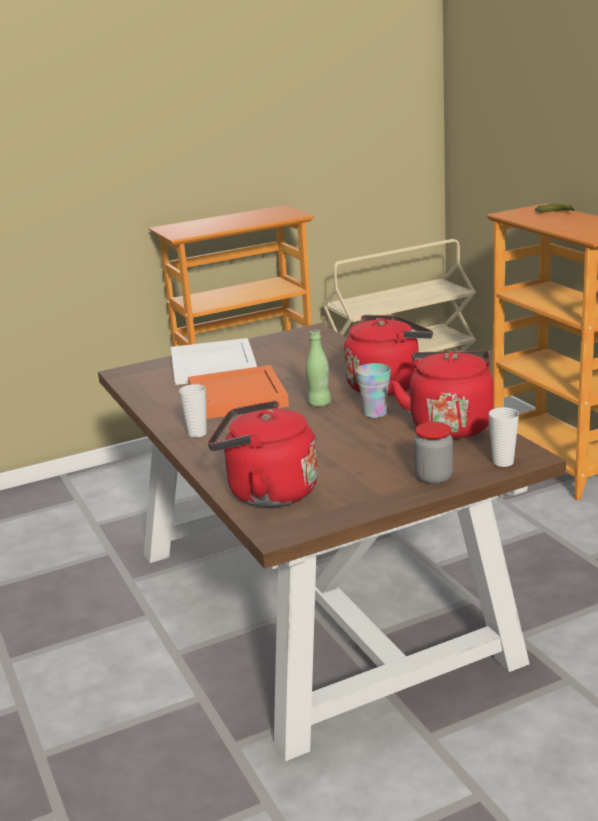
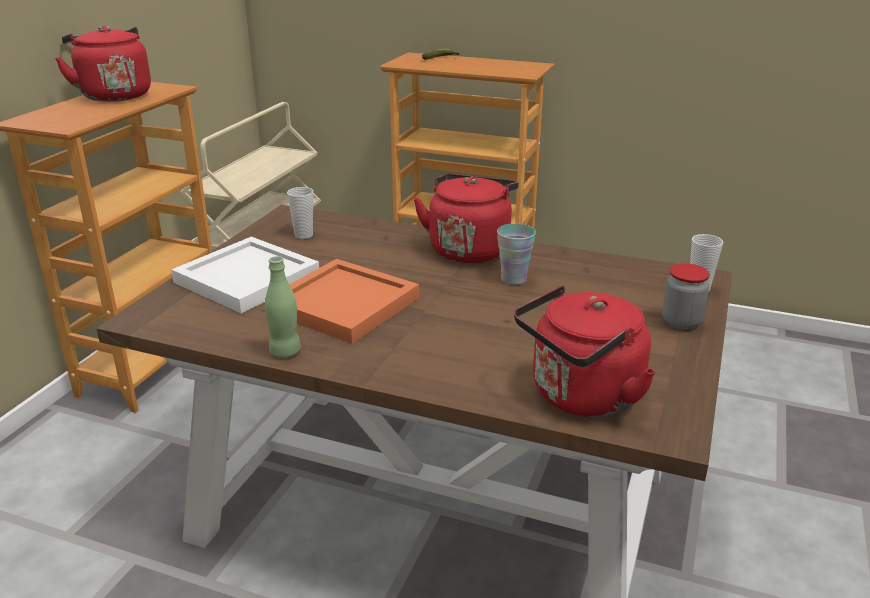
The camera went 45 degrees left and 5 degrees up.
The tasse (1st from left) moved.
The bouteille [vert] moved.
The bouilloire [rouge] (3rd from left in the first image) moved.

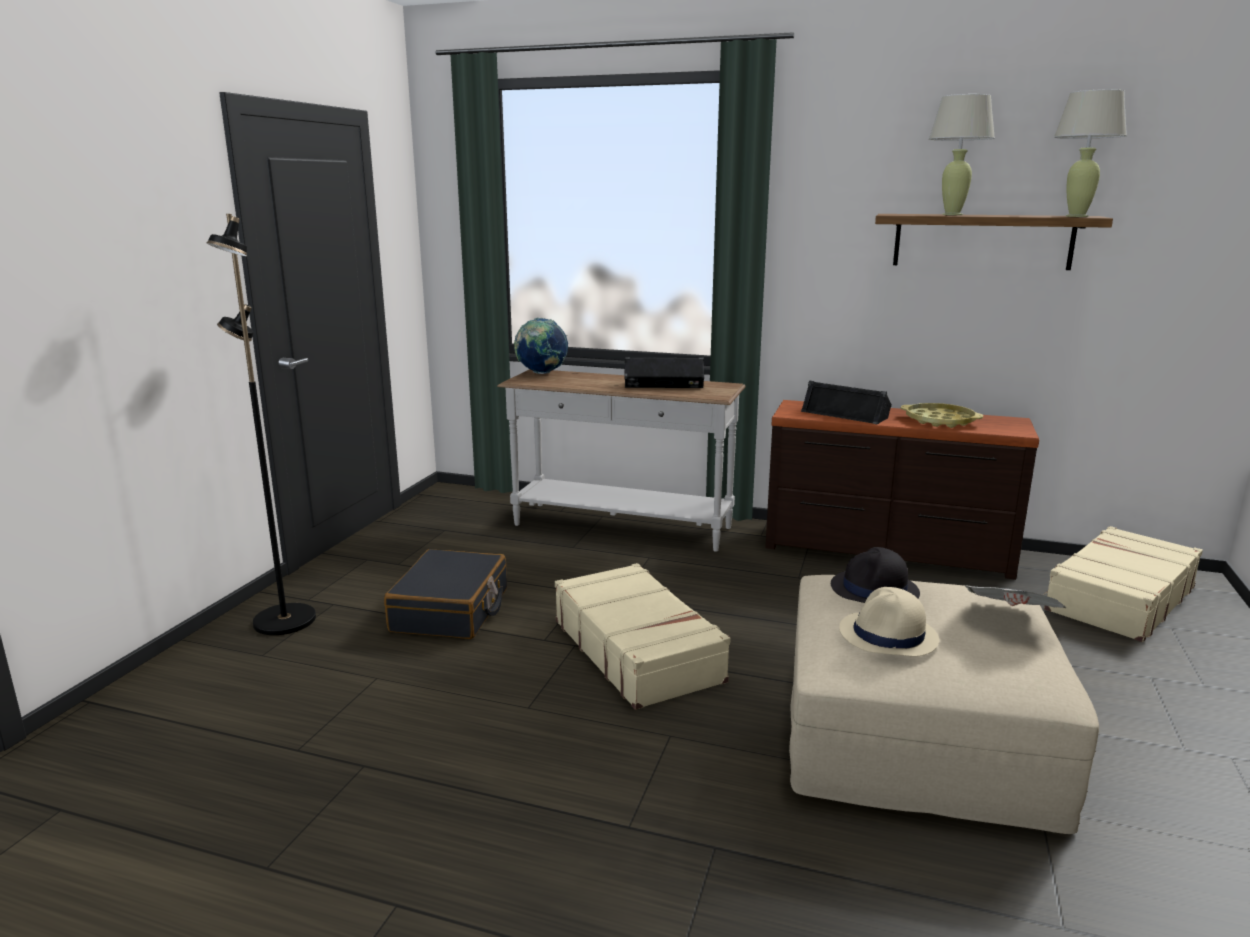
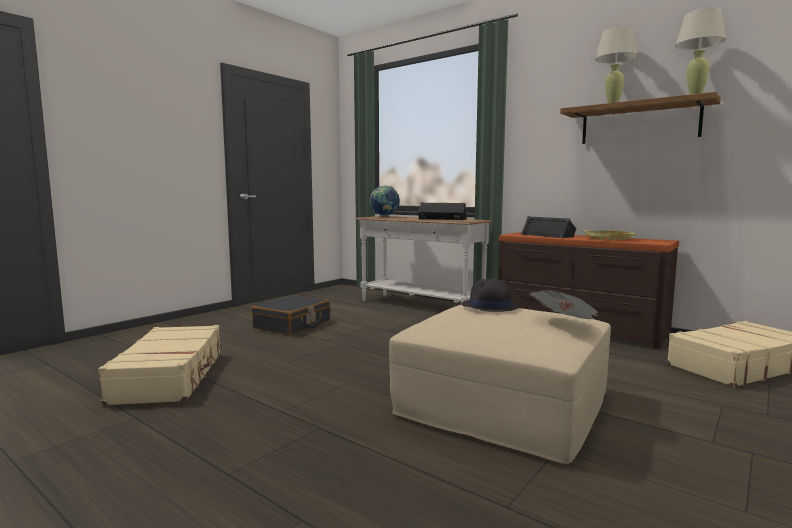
The camera went 20 degrees right and 10 degrees down.
The lampadaire [noir] disappeared.
The chapeau [beige] disappeared.
The valise [beige] (1st from left) moved.

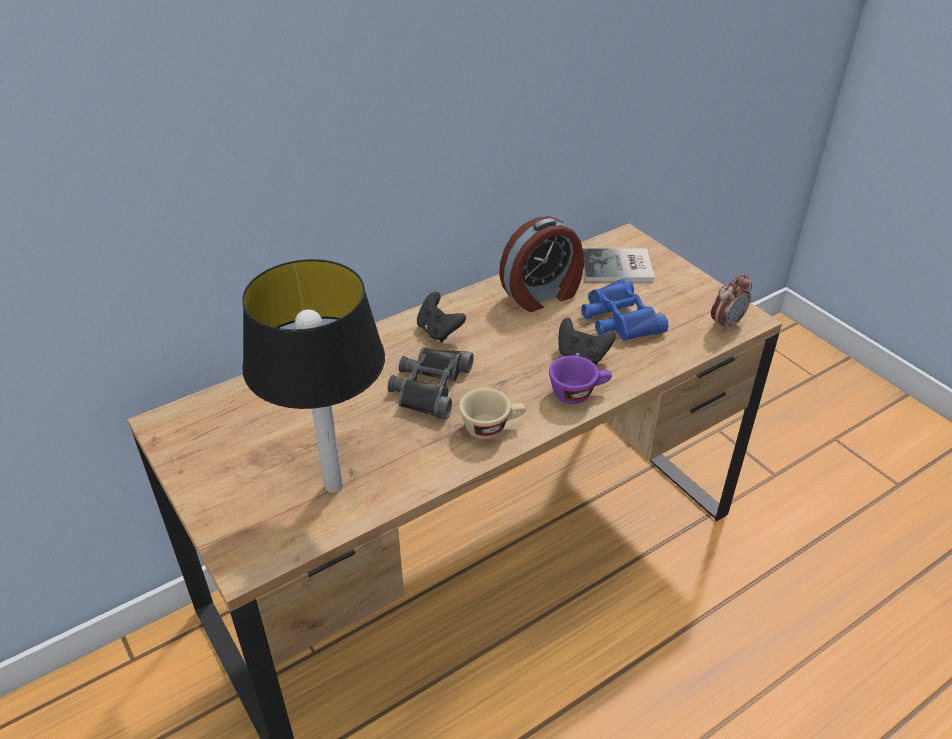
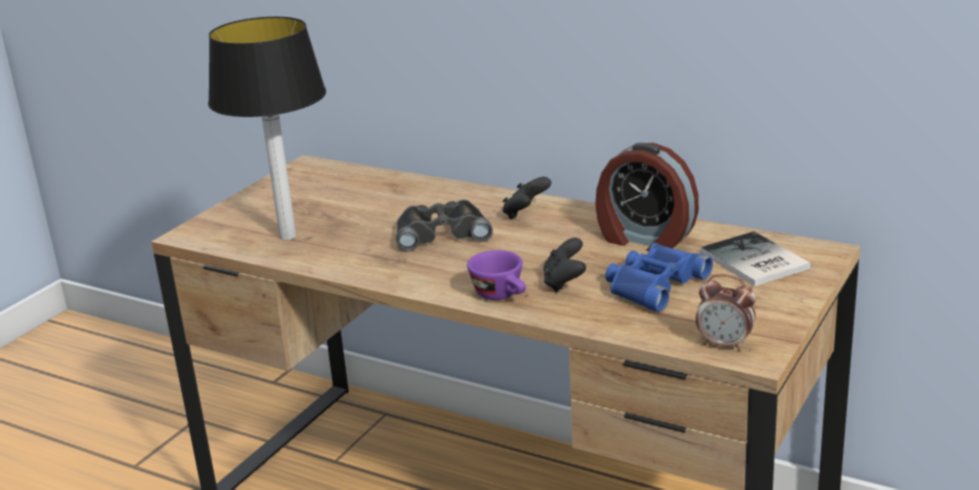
The camera went 65 degrees right and 15 degrees down.
The tasse [beige] disappeared.

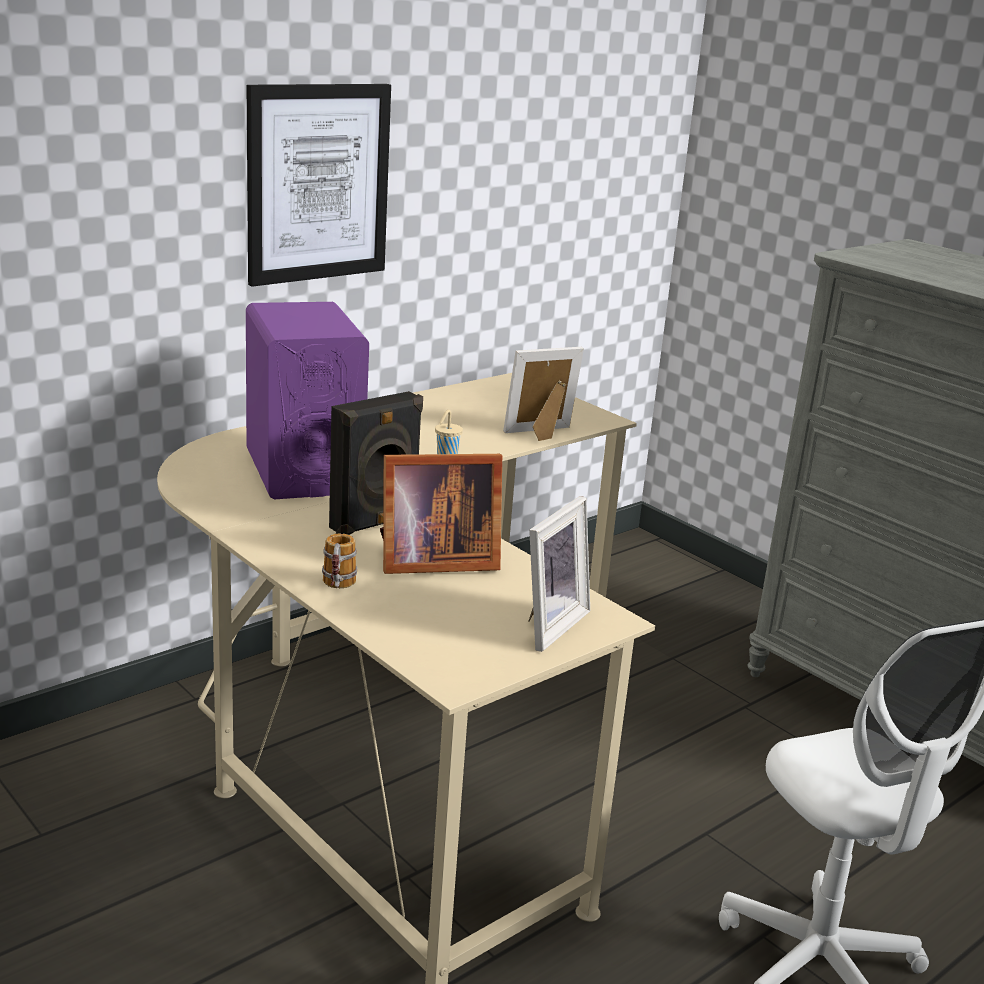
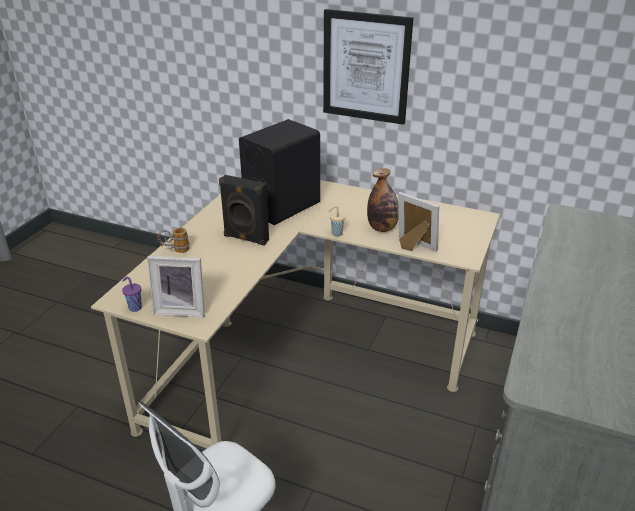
The camera went 65 degrees right and 10 degrees up.
The cadre photo (1st from left) disappeared.
The tasse [violet] appeared.
The bouteille appeared.
The enceinte [violet] became the enceinte [noir] (2nd from left).

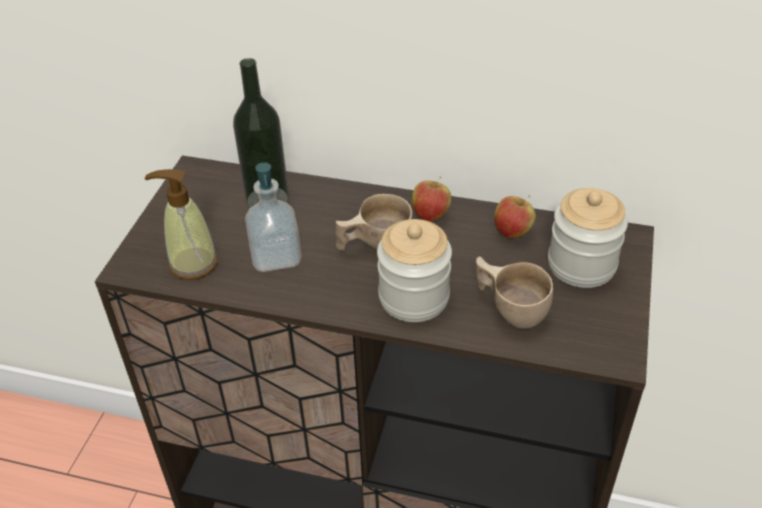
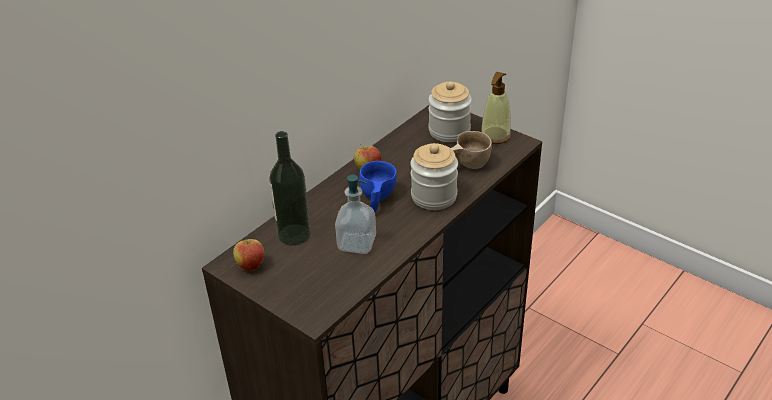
The camera went 65 degrees left and 5 degrees down.
The distributeur de savon (1st from left in the first image) moved.
The pomme (2nd from left in the first image) moved.
The tasse [beige] (1st from left) became the tasse [bleu].

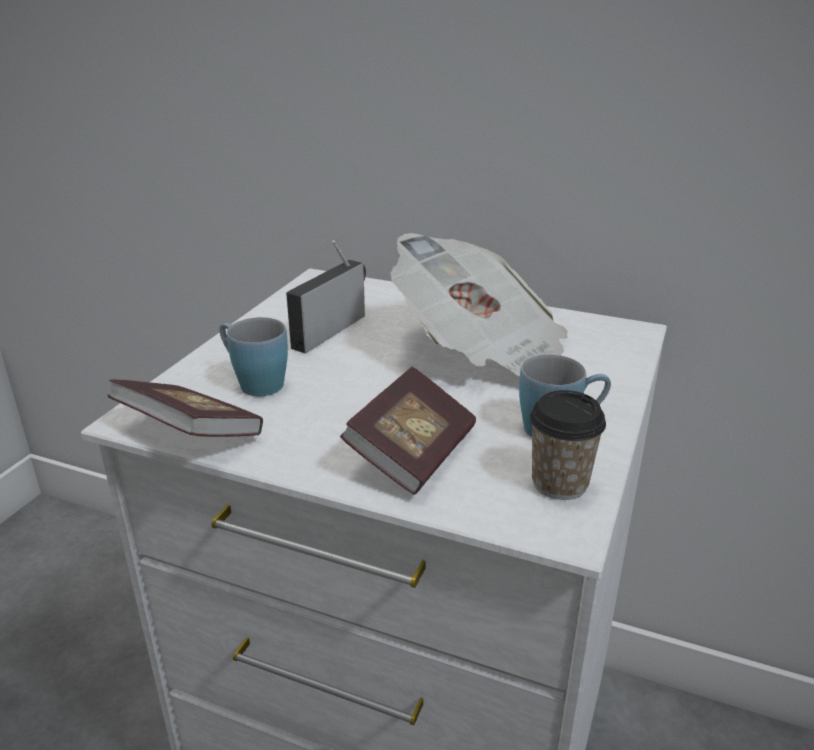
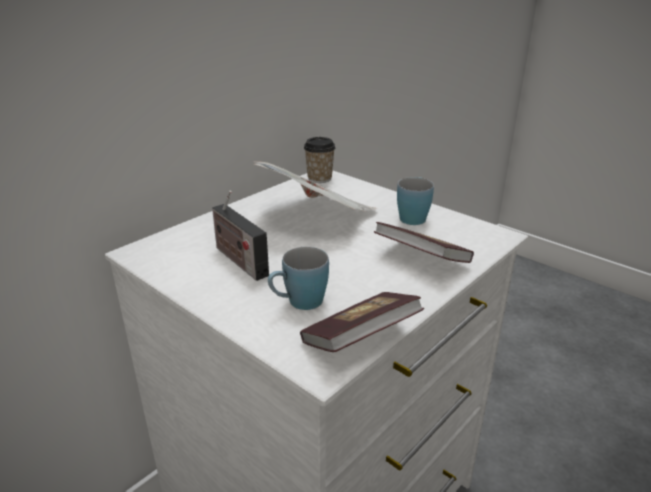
The camera went 70 degrees left and 0 degrees up.
The tasse moved.

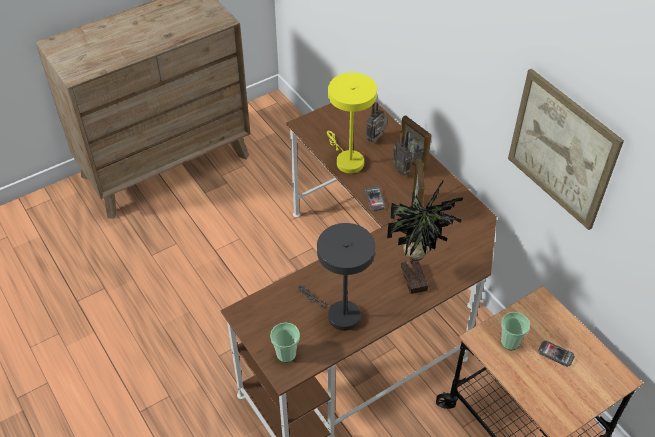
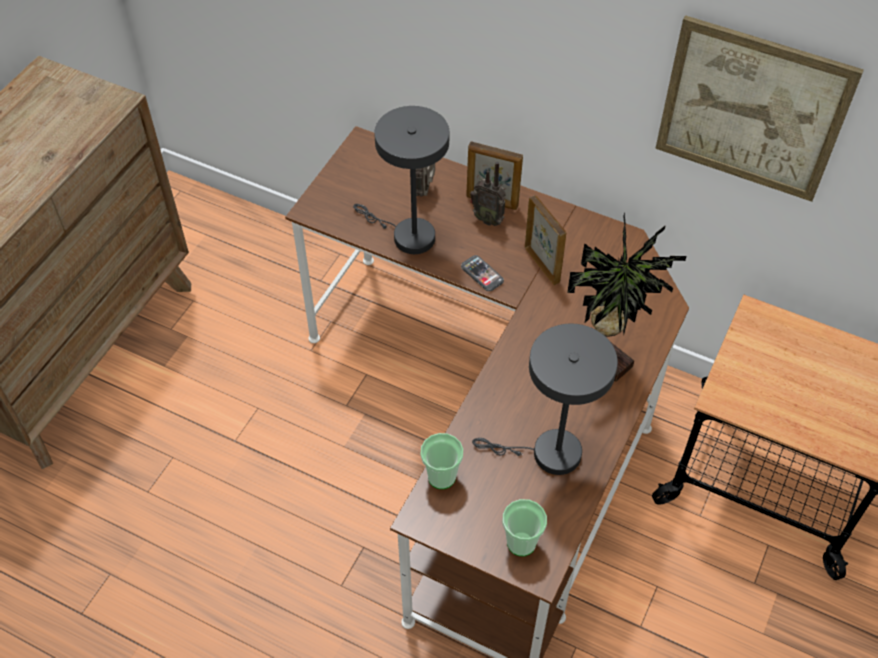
The camera went 30 degrees left and 5 degrees up.
The téléphone (2nd from left) disappeared.
The tasse (2nd from left in the first image) moved.
The lampe de table [jaune] became the lampe de table [gris] (1st from left).

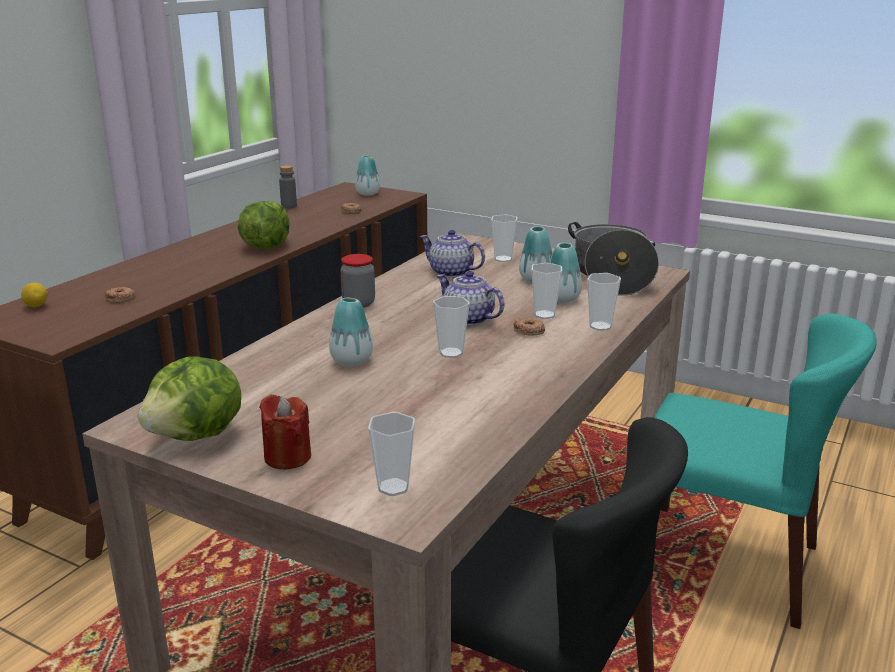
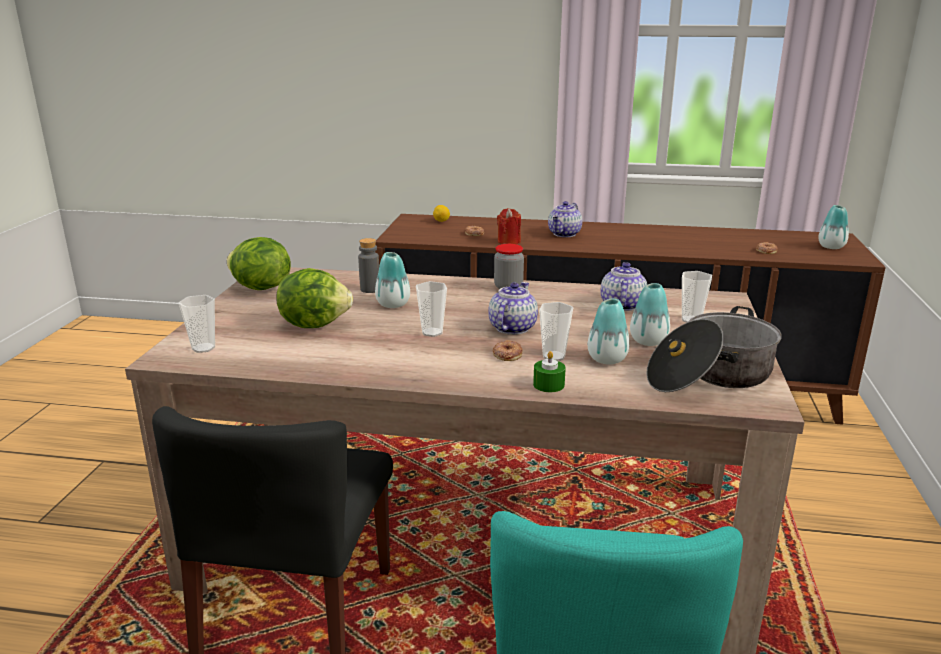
The camera went 70 degrees right and 0 degrees up.
The théière (2nd from left) appeared.
The laitue (2nd from left) moved.
The bougie [rouge] moved.
The bouteille [gris] moved.
The tasse (5th from left) was replaced by the bougie [vert].

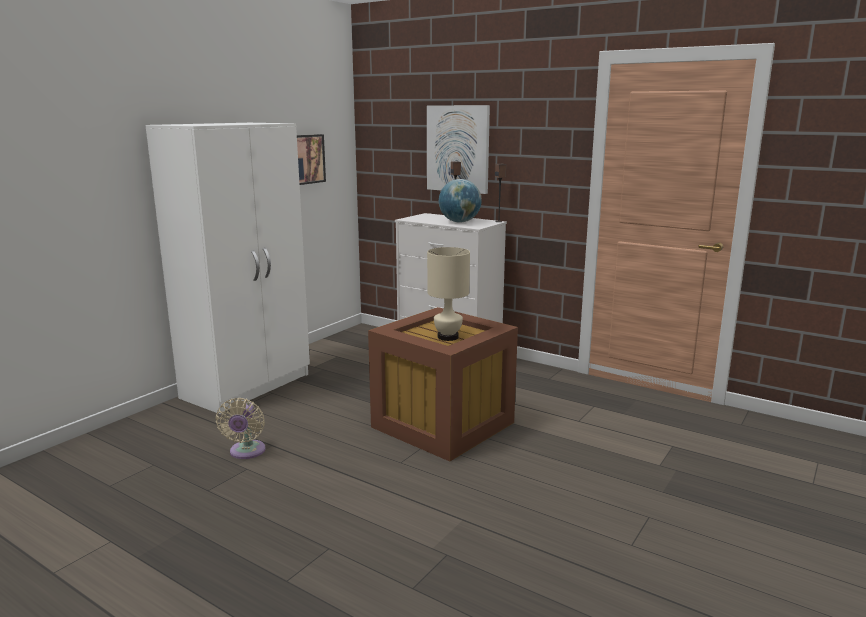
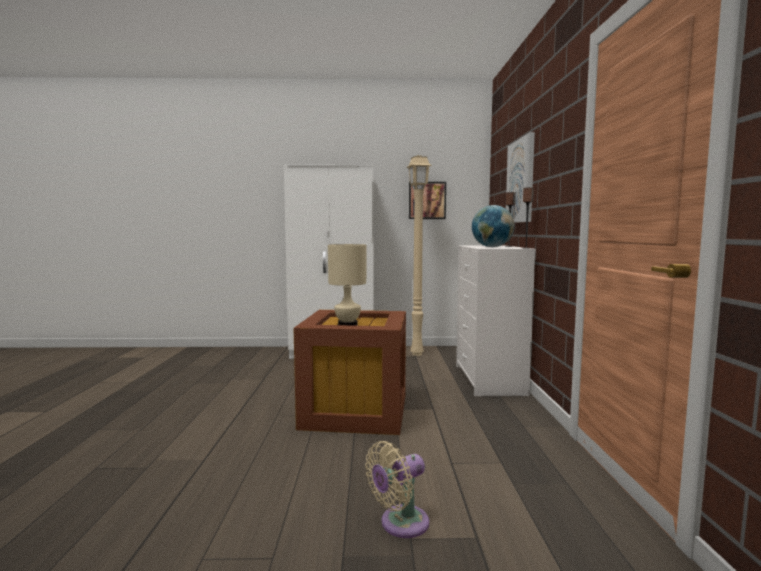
The camera went 55 degrees right and 10 degrees down.
The lampadaire [beige] appeared.
The ventilateur [beige] moved.

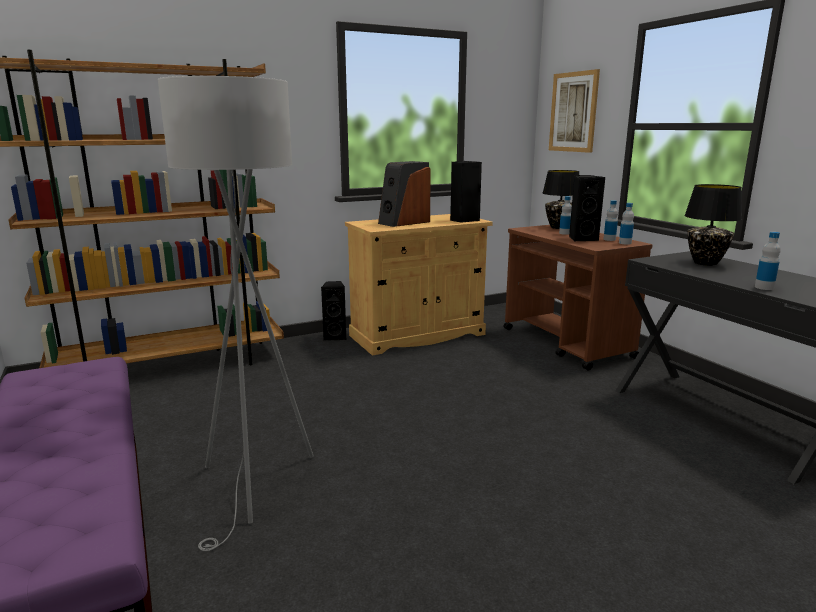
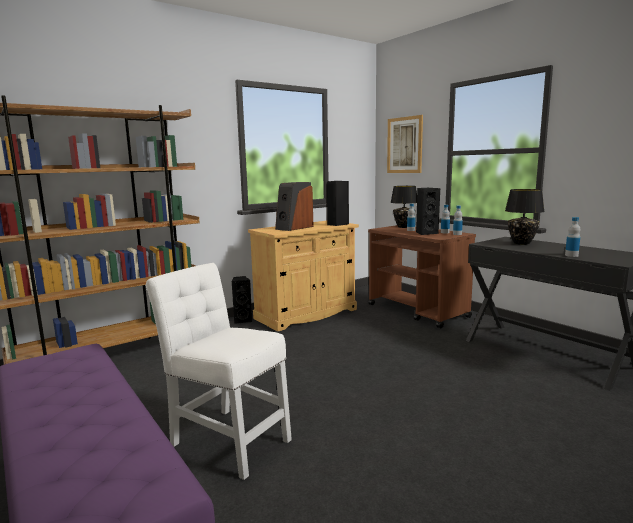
The camera went 10 degrees left and 5 degrees down.
The lampadaire [gris] was replaced by the chaise [blanc].

